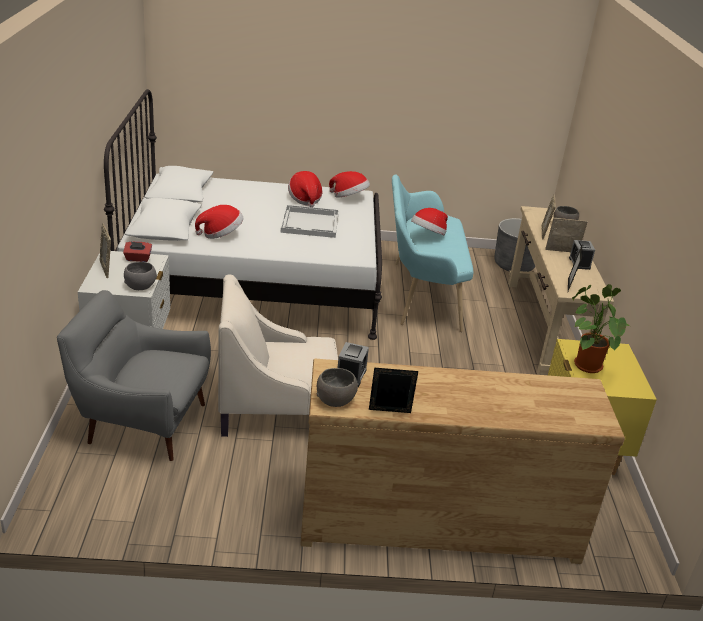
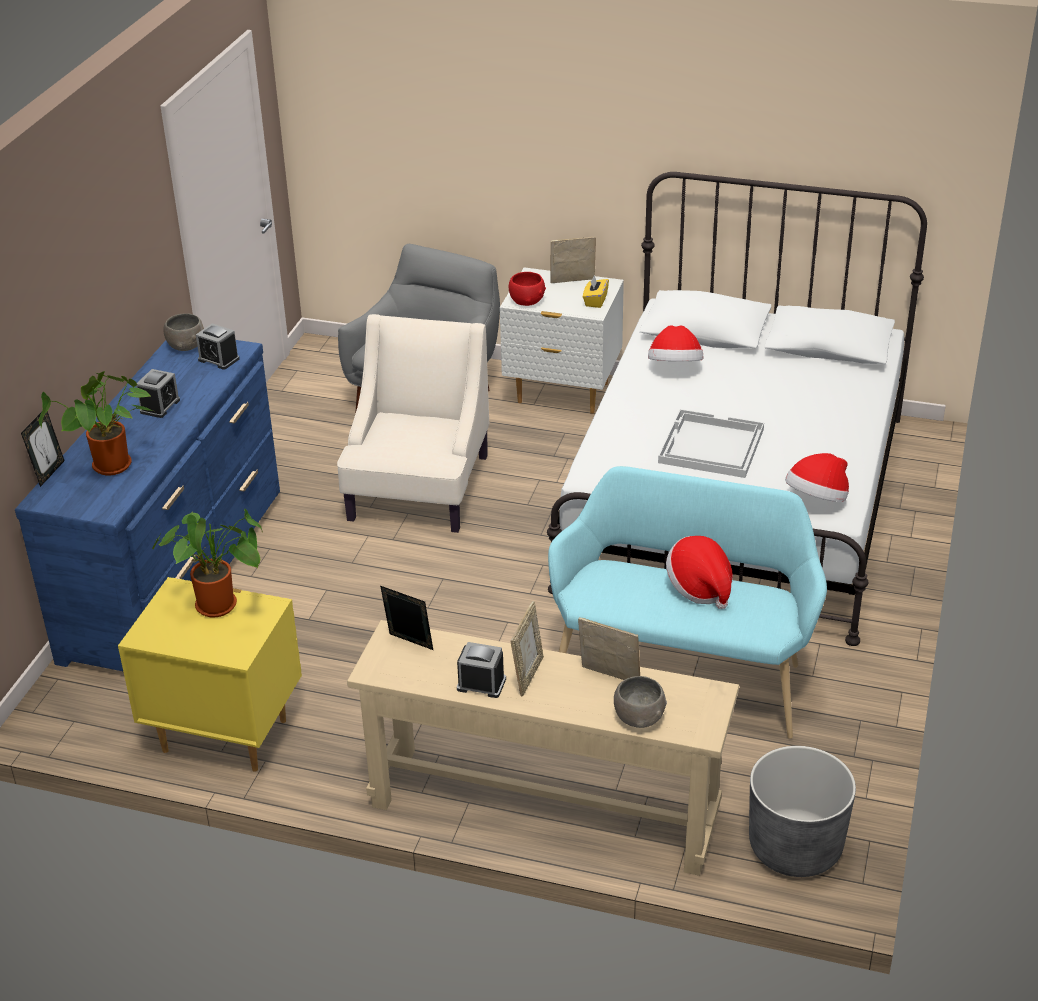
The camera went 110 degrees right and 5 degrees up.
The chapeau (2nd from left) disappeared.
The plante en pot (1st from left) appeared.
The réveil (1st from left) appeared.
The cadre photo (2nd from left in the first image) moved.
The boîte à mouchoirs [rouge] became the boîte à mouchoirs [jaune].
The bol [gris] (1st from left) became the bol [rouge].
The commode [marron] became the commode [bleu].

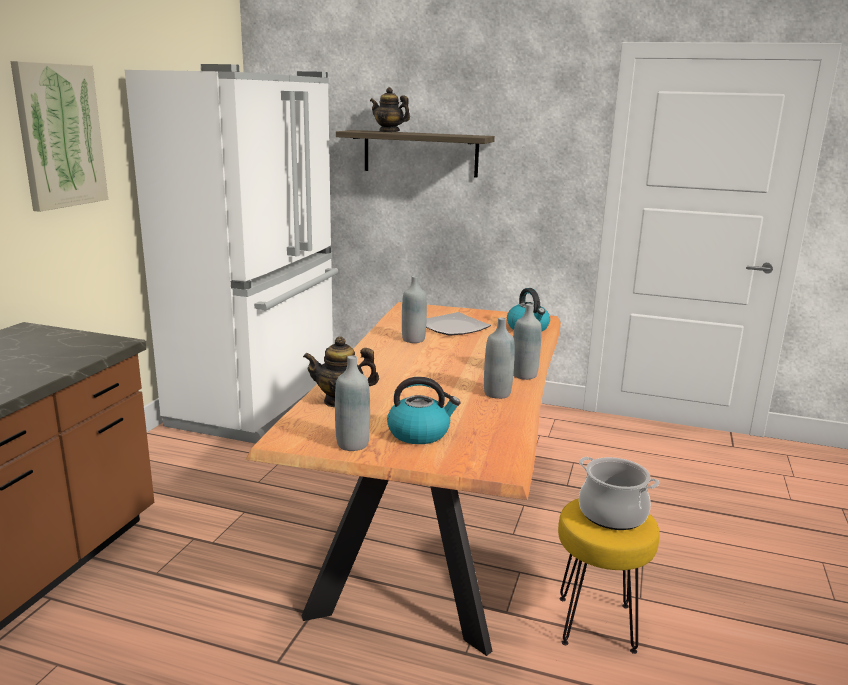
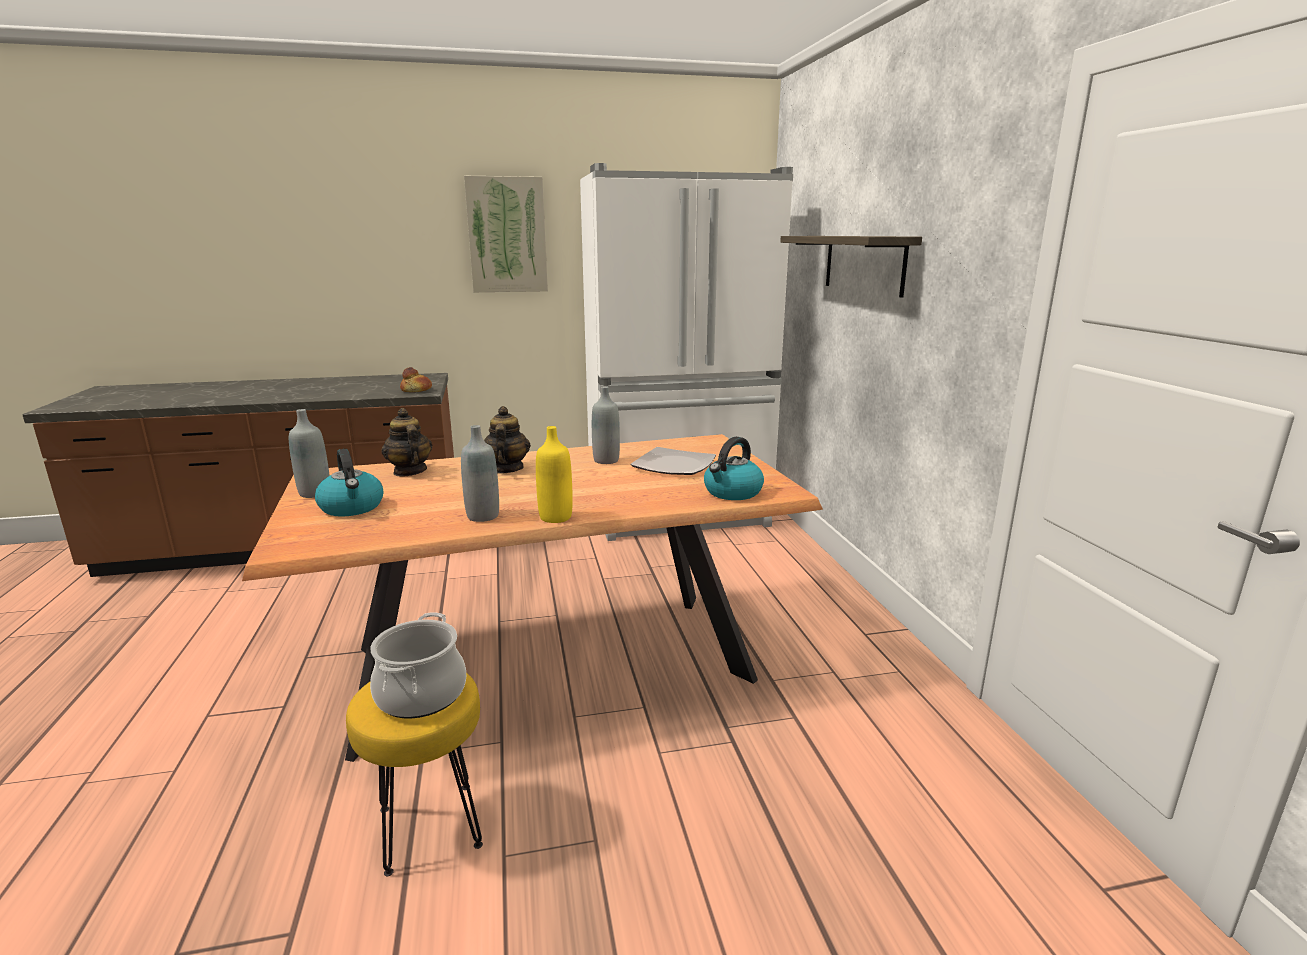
The camera went 60 degrees right and 0 degrees up.
The pain appeared.
The théière (2nd from left) moved.
The bouteille [gris] (4th from left) became the bouteille [jaune].

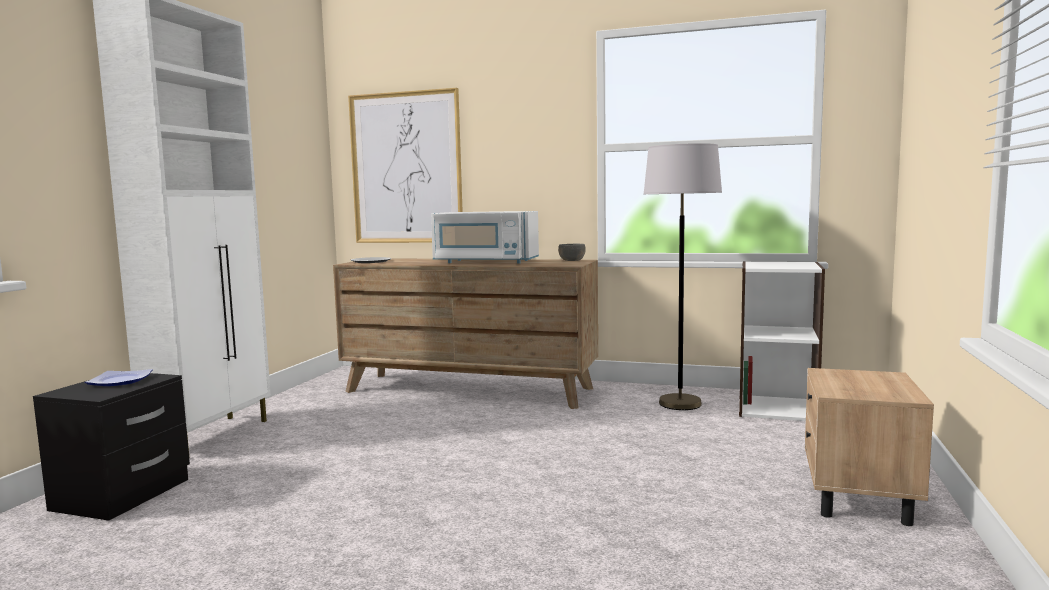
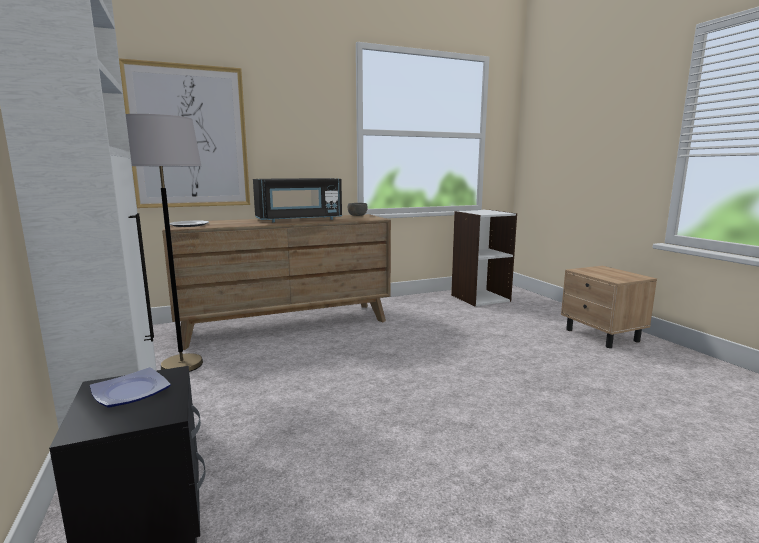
The camera went 40 degrees left and 5 degrees up.
The lampadaire [gris] moved.
The micro-ondes [blanc] became the micro-ondes [noir].

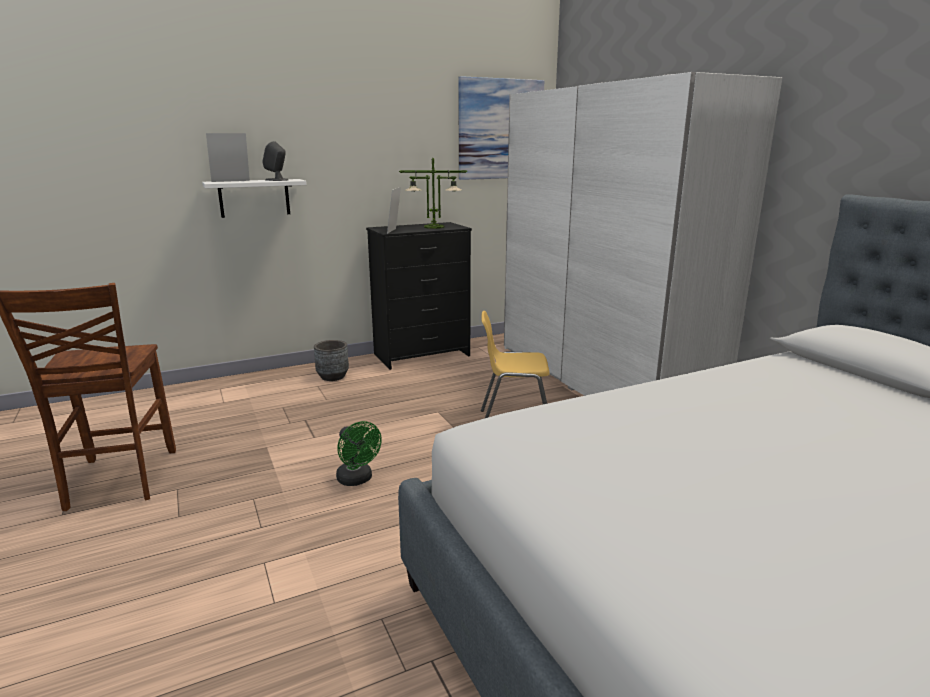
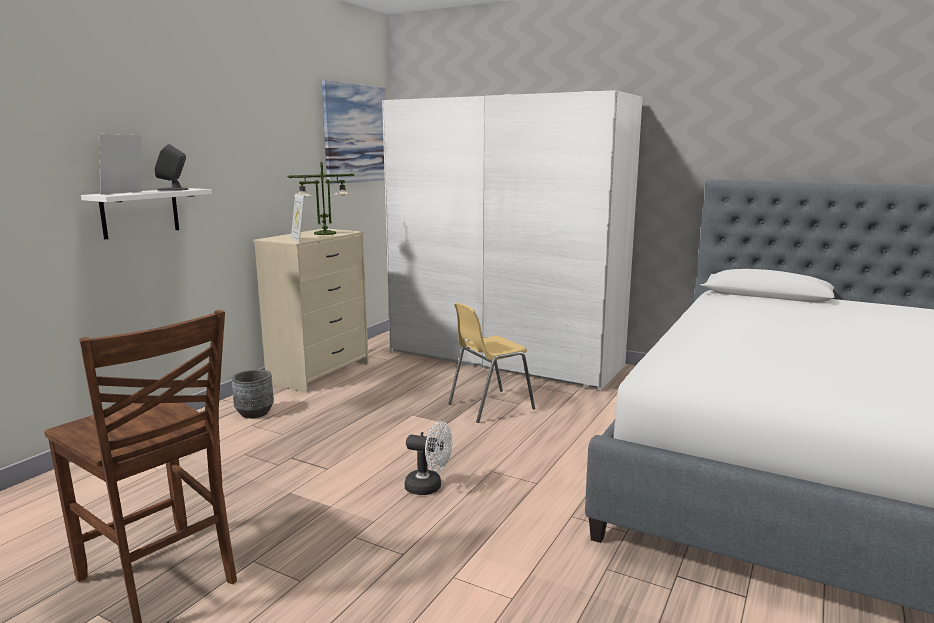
The camera went 35 degrees left and 5 degrees down.
The ventilateur [vert] became the ventilateur [blanc].
The commode [noir] became the commode [beige].

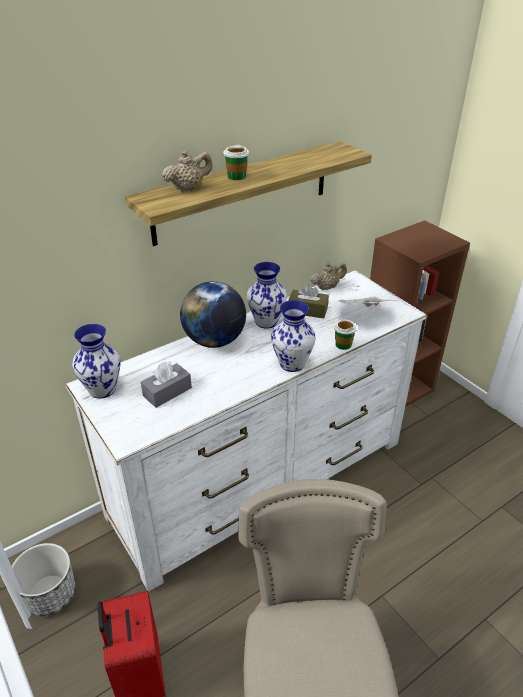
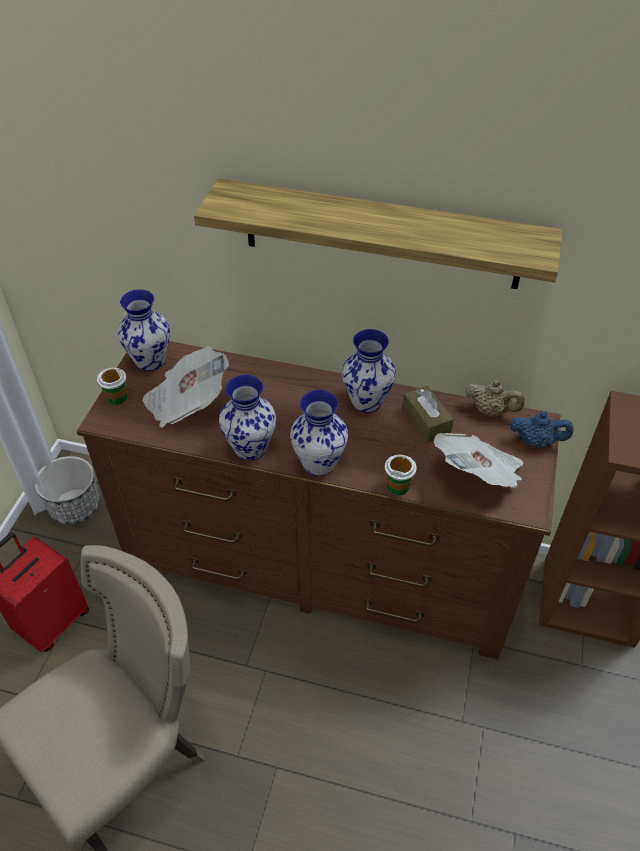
The camera went 50 degrees right and 10 degrees up.
The théière [beige] (1st from left) disappeared.
The globe disappeared.
The vase (2nd from left) appeared.
The théière [bleu] appeared.
The tasse (1st from left) moved.
The boîte à mouchoirs [gris] was replaced by the journal (1st from left).
The commode [blanc] became the commode [marron].

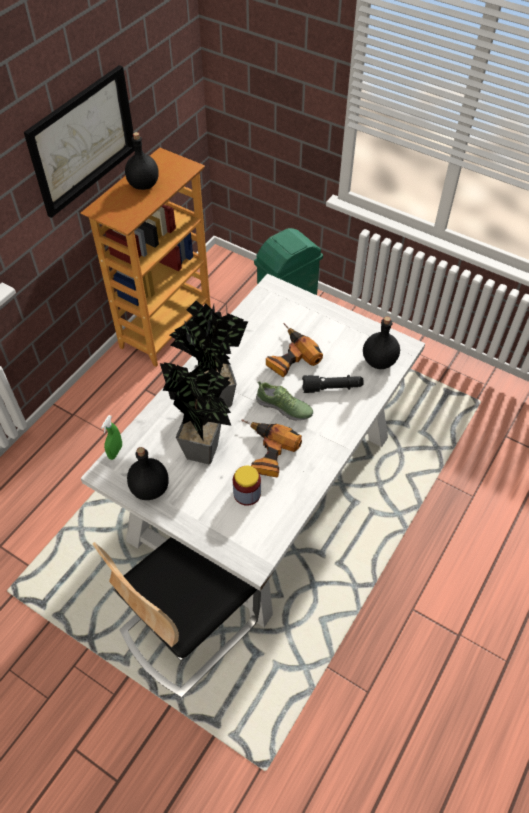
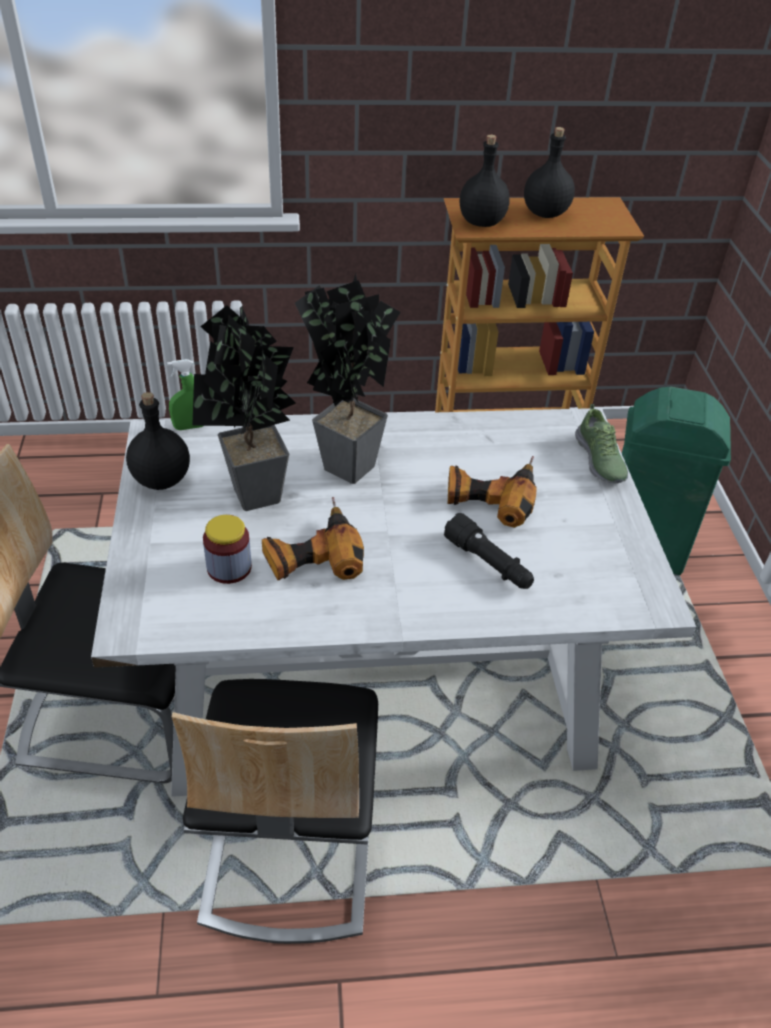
The camera went 50 degrees right and 10 degrees down.
The tableau disappeared.
The chaise (2nd from left) appeared.
The chaussure moved.
The bouteille [noir] (3rd from left in the first image) moved.

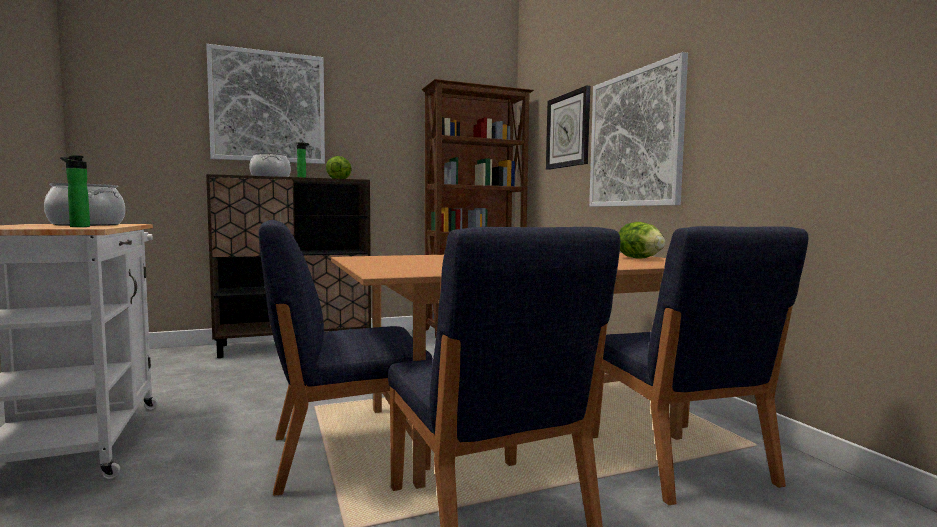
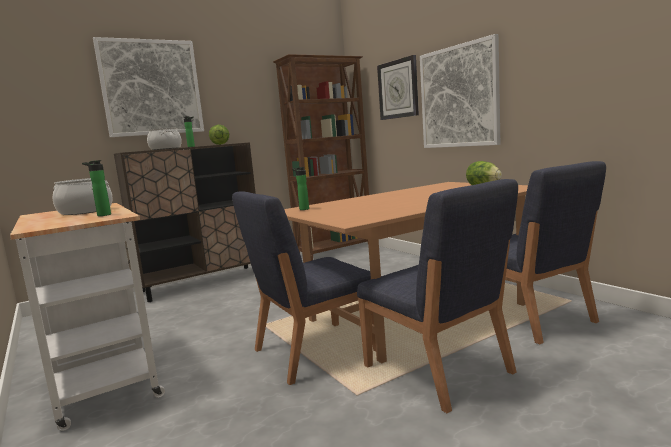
The camera went 10 degrees left and 5 degrees up.
The bouteille (3rd from left) appeared.

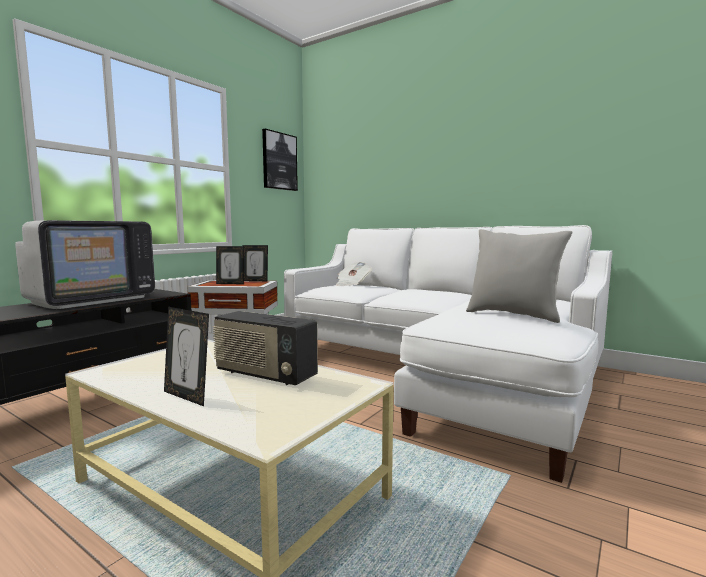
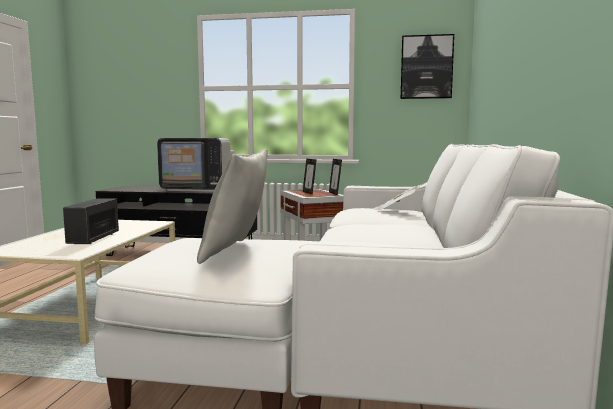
The camera went 65 degrees right and 0 degrees up.
The cadre photo (1st from left) disappeared.

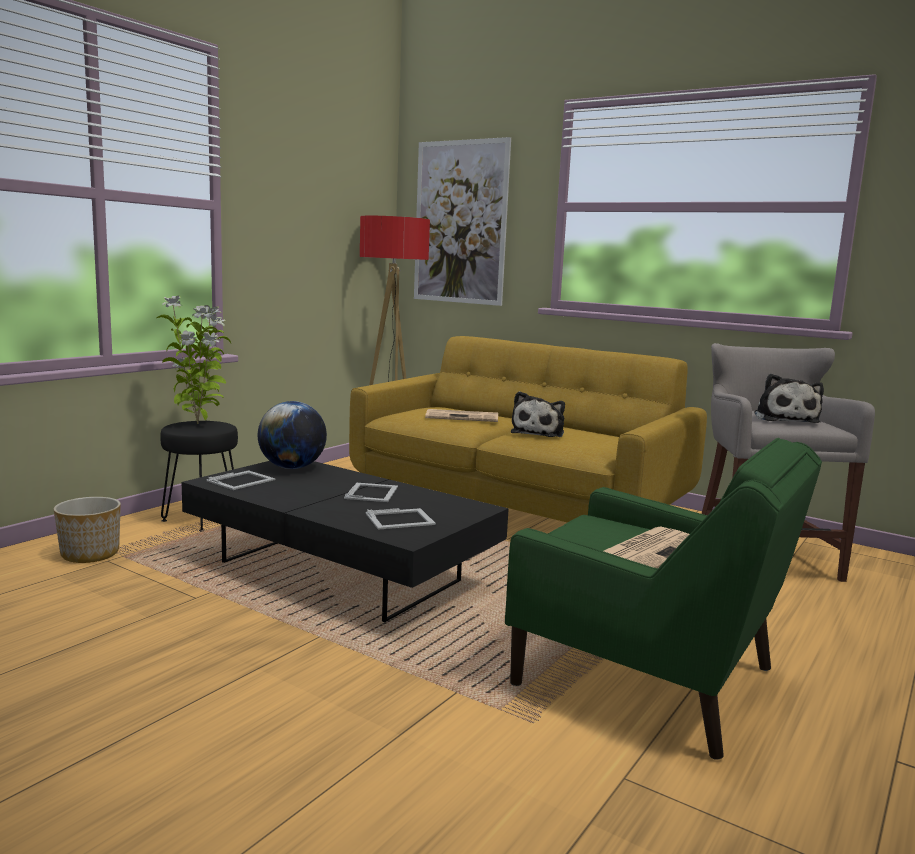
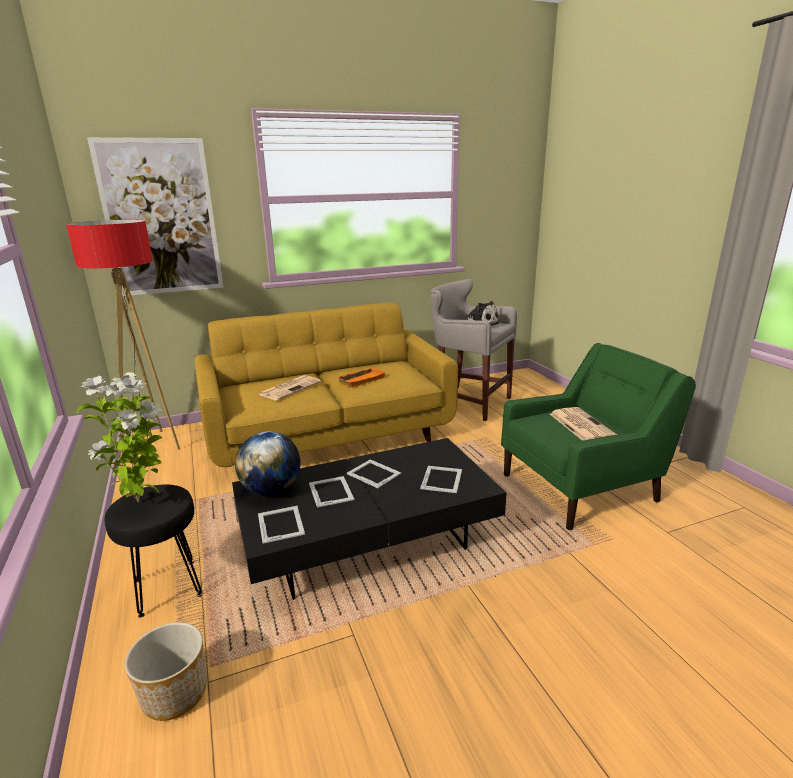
The camera went 55 degrees left and 10 degrees up.
The cadre photo (2nd from left) appeared.
The peluche (1st from left) was replaced by the plateau [orange].

